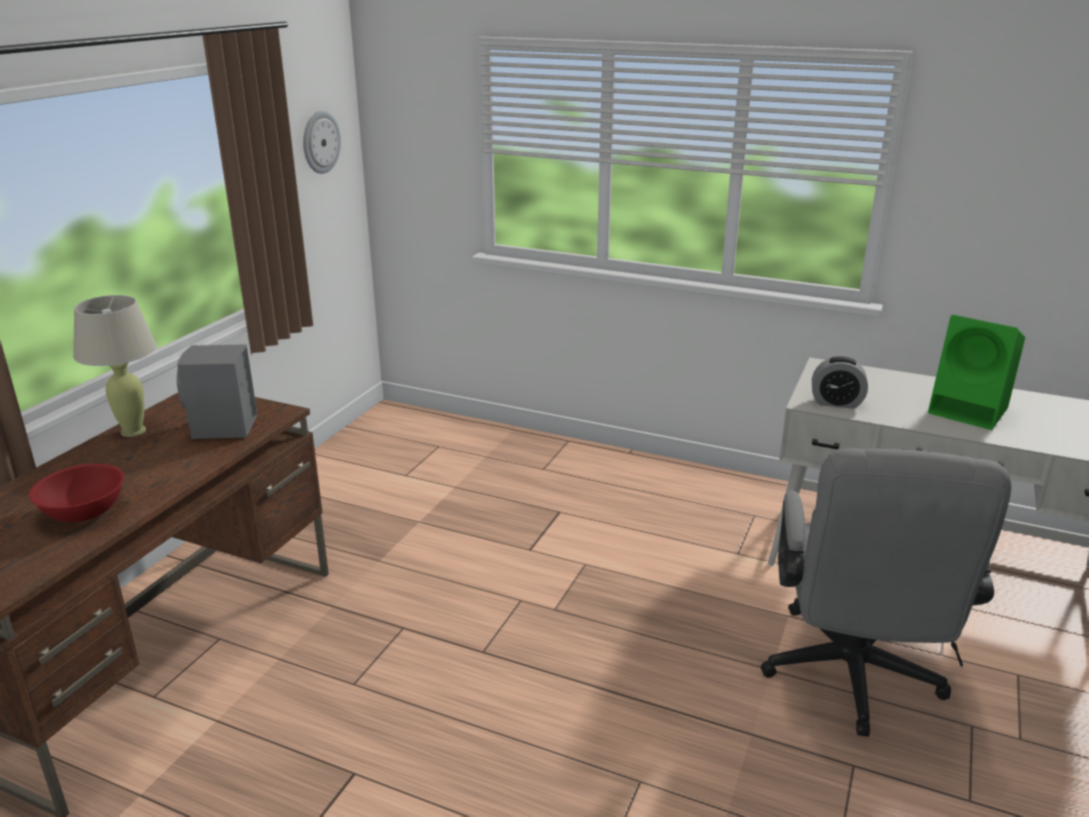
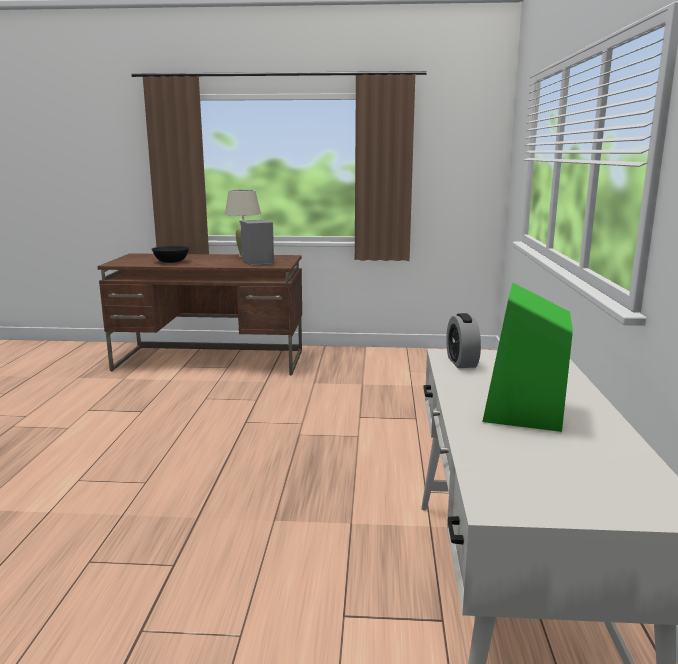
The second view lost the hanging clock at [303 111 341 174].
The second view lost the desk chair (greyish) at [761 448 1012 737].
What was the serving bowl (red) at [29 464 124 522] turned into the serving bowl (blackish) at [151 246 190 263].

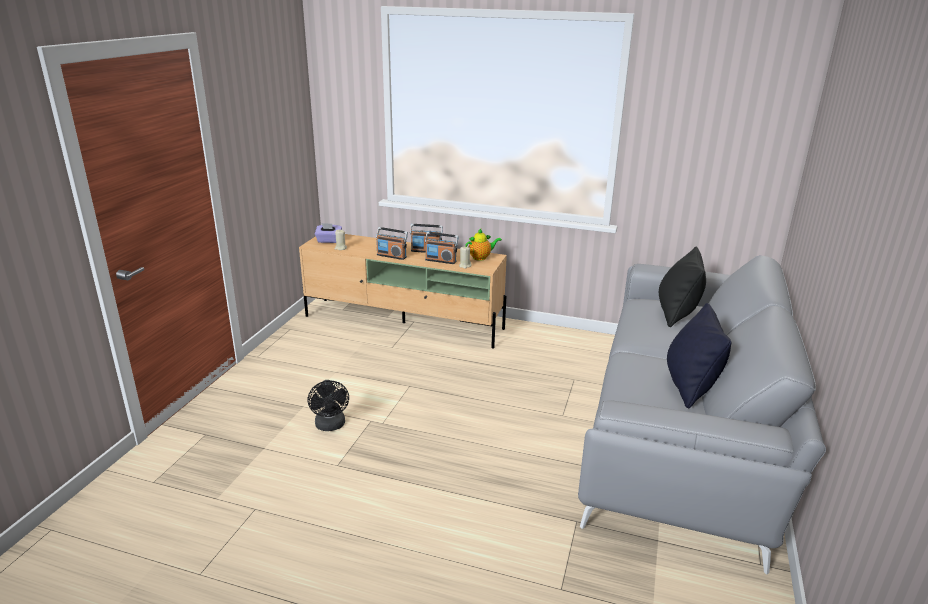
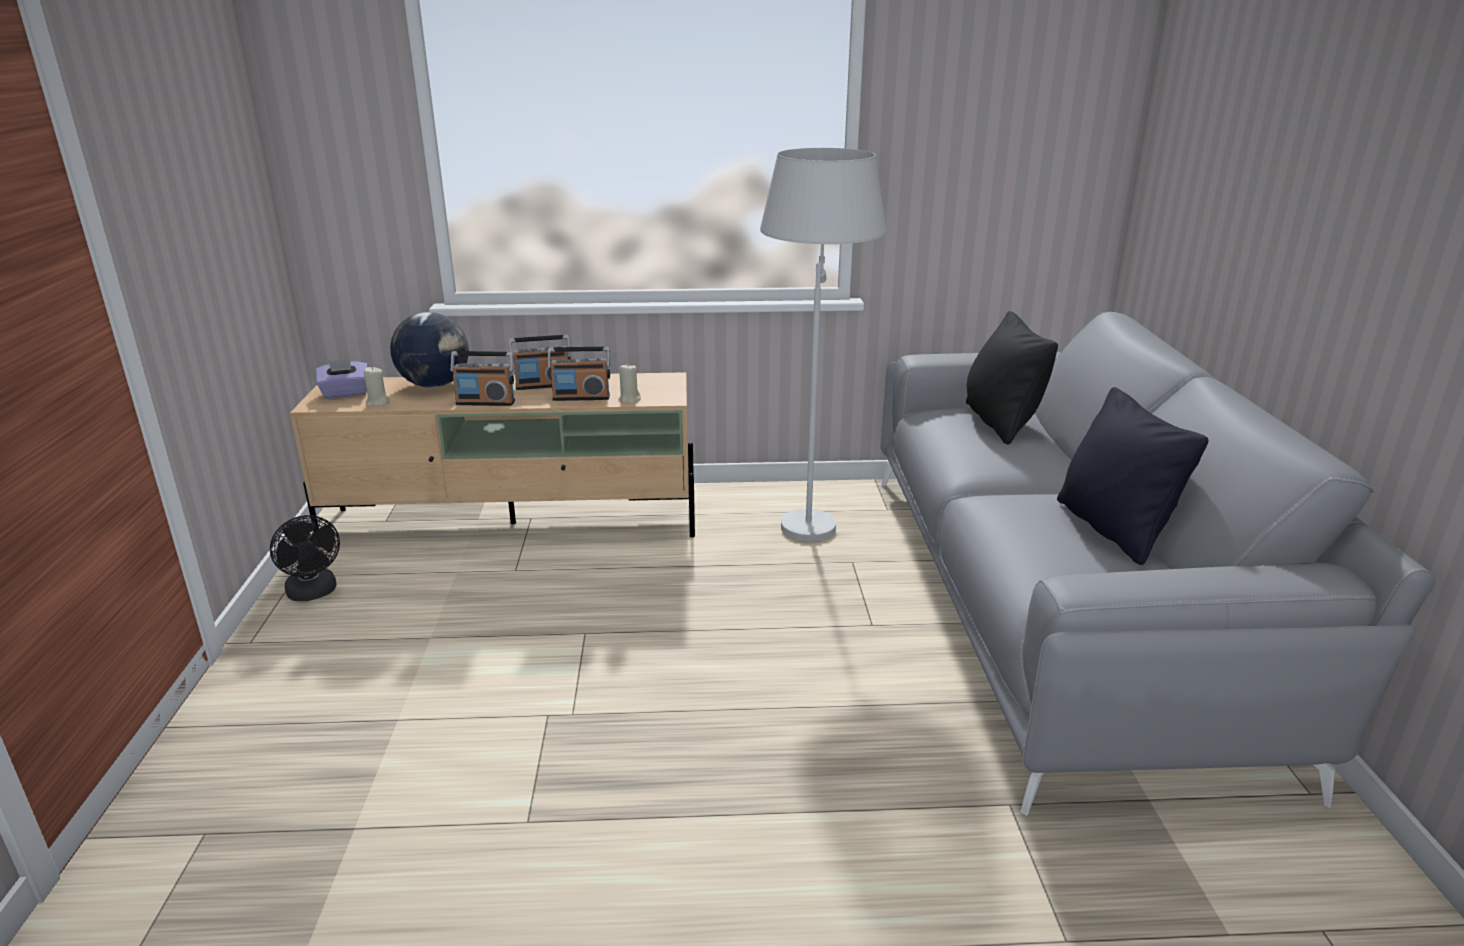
The second view lost the pot for tea at [465 229 502 261].
The electric fan (blackish) ended up elsewhere, having gone from [308 380 349 431] to [270 515 340 601].
The second view gained the standing lamp (white-coloured) at [760 148 887 542].
The second view gained the desk globe at [390 312 469 388].

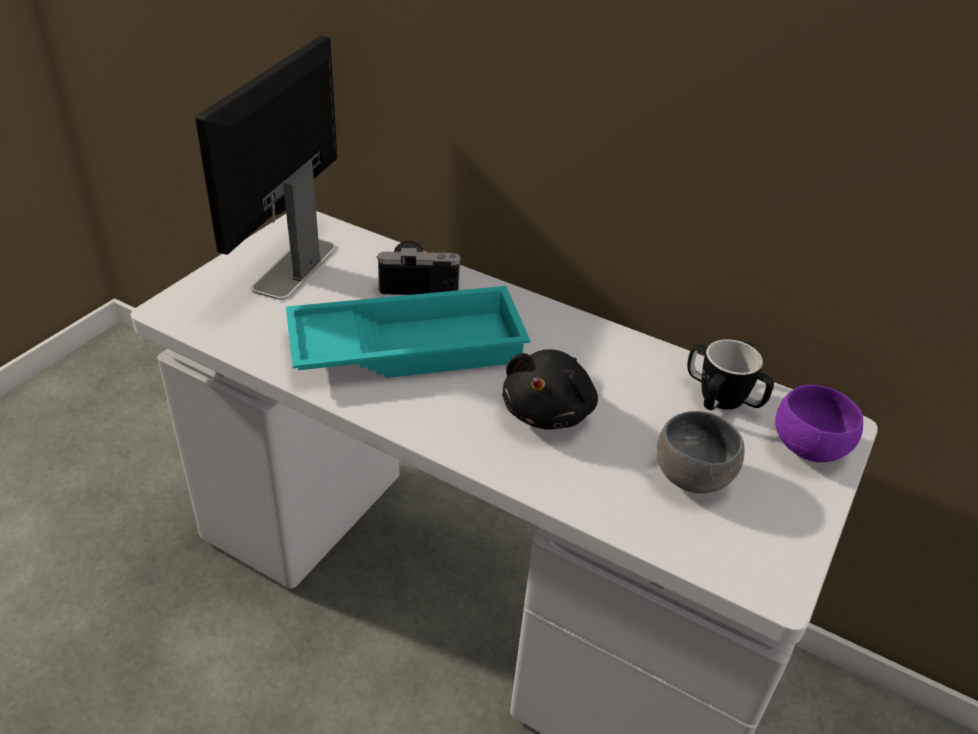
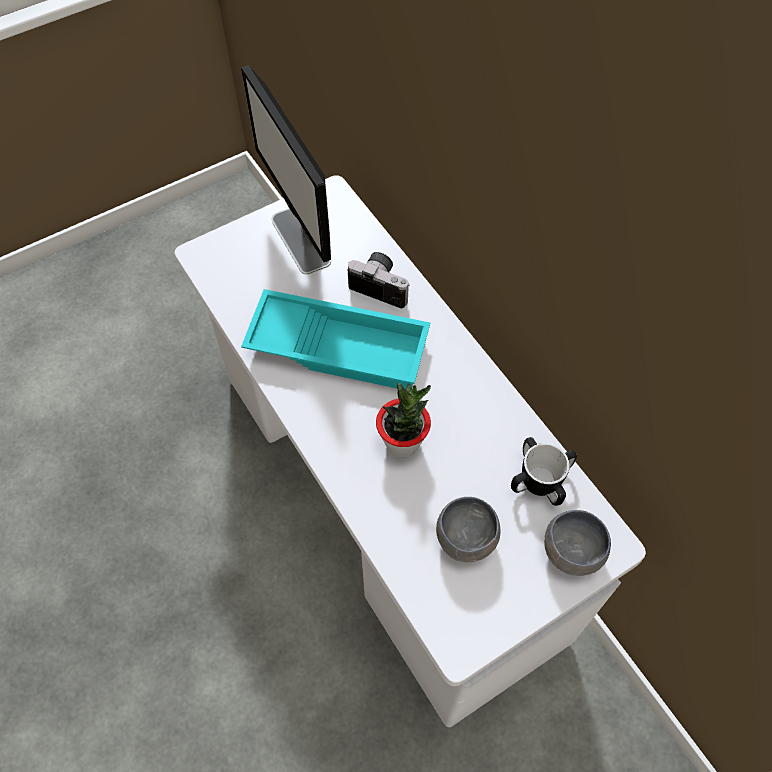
The computer screen at [195 35 337 300] ended up facing another way, 75 degrees counterclockwise from before.
Where the plush toy (blackish) stood at [502 349 598 430], the potted plant came to stand at [376 383 431 457].
What was the serving bowl (purple) at [775 385 863 462] turned into the serving bowl (greyish) at [544 510 611 576].

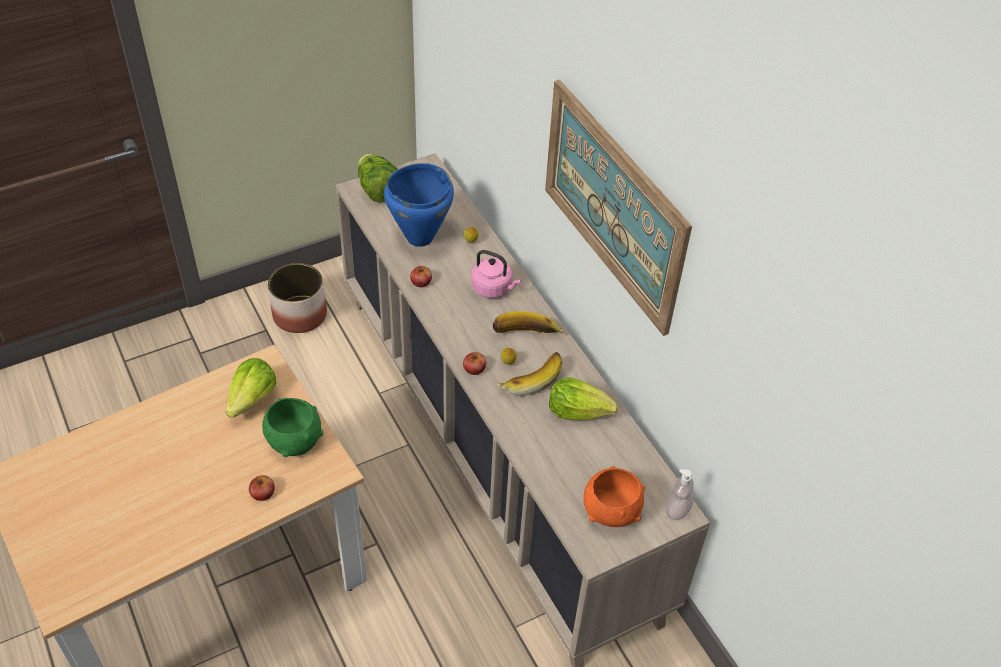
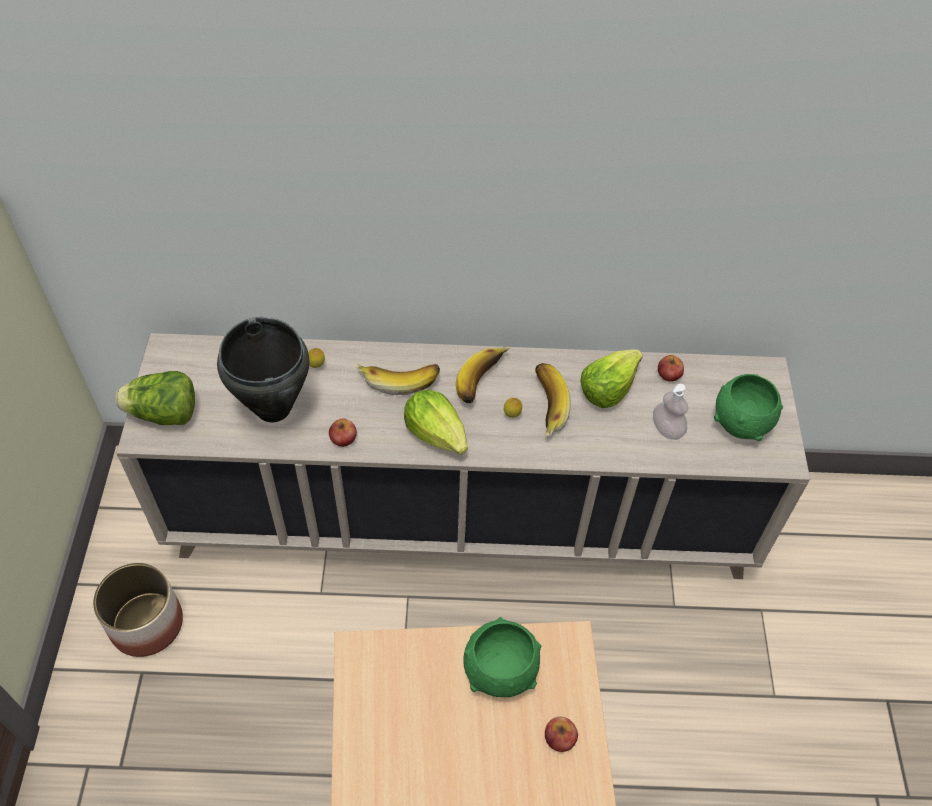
The second view lost the wall art at [545 80 692 336].
What was the cooking pot (blue-coloured) at [384 163 454 247] turned into the cooking pot (blackish) at [217 317 310 422].
Where the kettle (pink-coloured) stood at [471 250 521 298], the banana came to stand at [356 363 440 395].
The whole apple ended up elsewhere, having gone from [463 352 486 375] to [658 355 684 382].
The lettuce ended up elsewhere, having gone from [226 358 277 418] to [404 390 468 455].
What was the serving bowl (orangey) at [583 466 645 527] turned into the serving bowl (green) at [714 374 783 441].
The liquid soap bottle ended up elsewhere, having gone from [666 469 694 520] to [653 384 688 440].

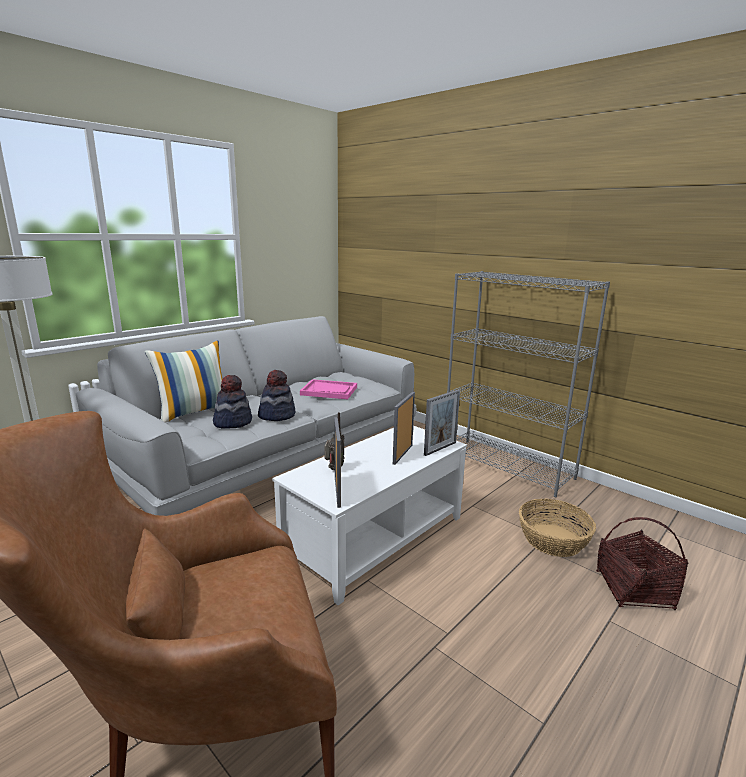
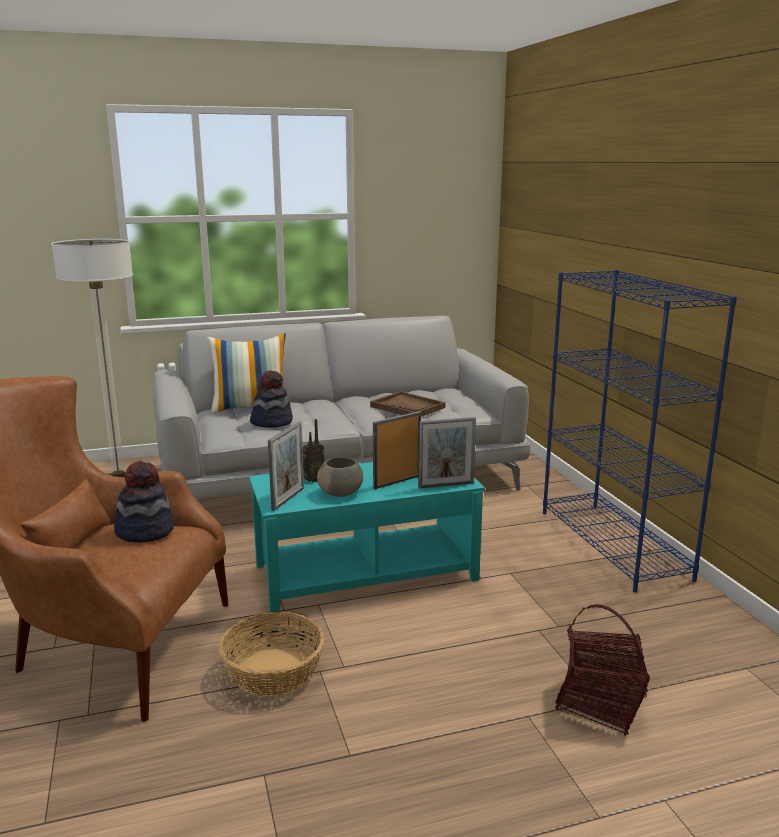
What was the bookcase (greyish) at [447 271 610 497] turned into the bookcase (blue-coloured) at [543 270 737 593].
The hat ended up elsewhere, having gone from [258 370 295 421] to [114 461 174 543].
What was the serving tray (pink-coloured) at [300 379 357 399] turned into the serving tray (brown) at [370 391 445 417].
What was the coffee table (white-coloured) at [272 426 467 605] turned into the coffee table (turquoise-coloured) at [249 462 485 612].
The storage basket ended up elsewhere, having gone from [519 499 596 557] to [219 612 324 697].
The second view gained the serving bowl (greyish) at [317 457 363 497].

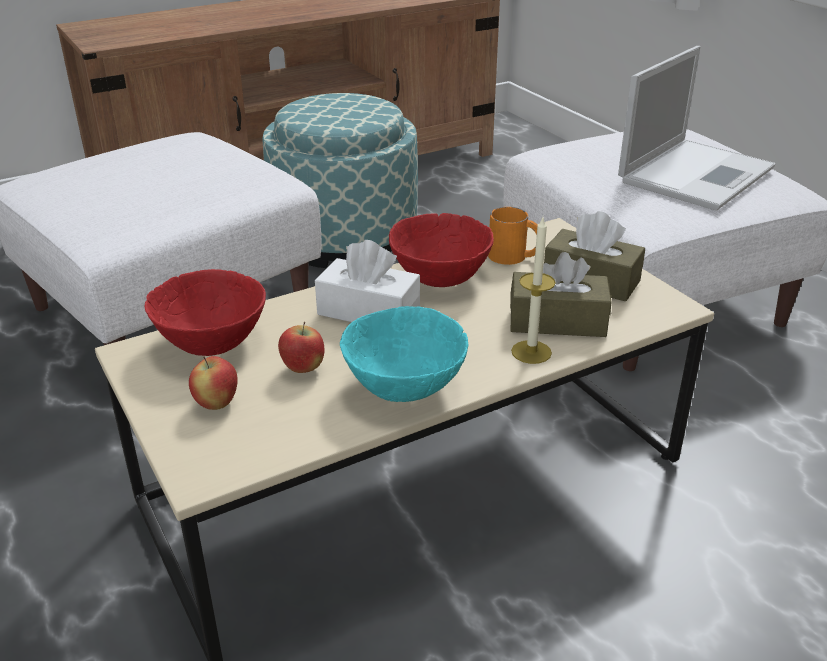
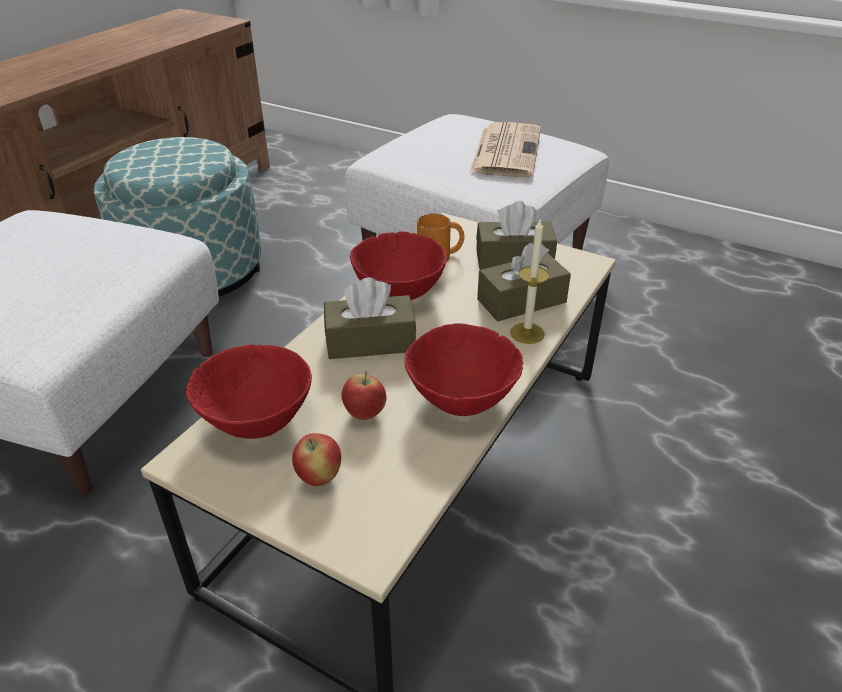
Where the portable computer stood at [618 46 775 211], the printed paper came to stand at [469 122 541 177].
What was the box of tissues (white-coloured) at [315 240 420 322] turned into the box of tissues (brown) at [324 277 416 359].
What was the serving bowl (turquoise-coloured) at [340 306 468 402] turned into the serving bowl (red) at [405 323 523 416].

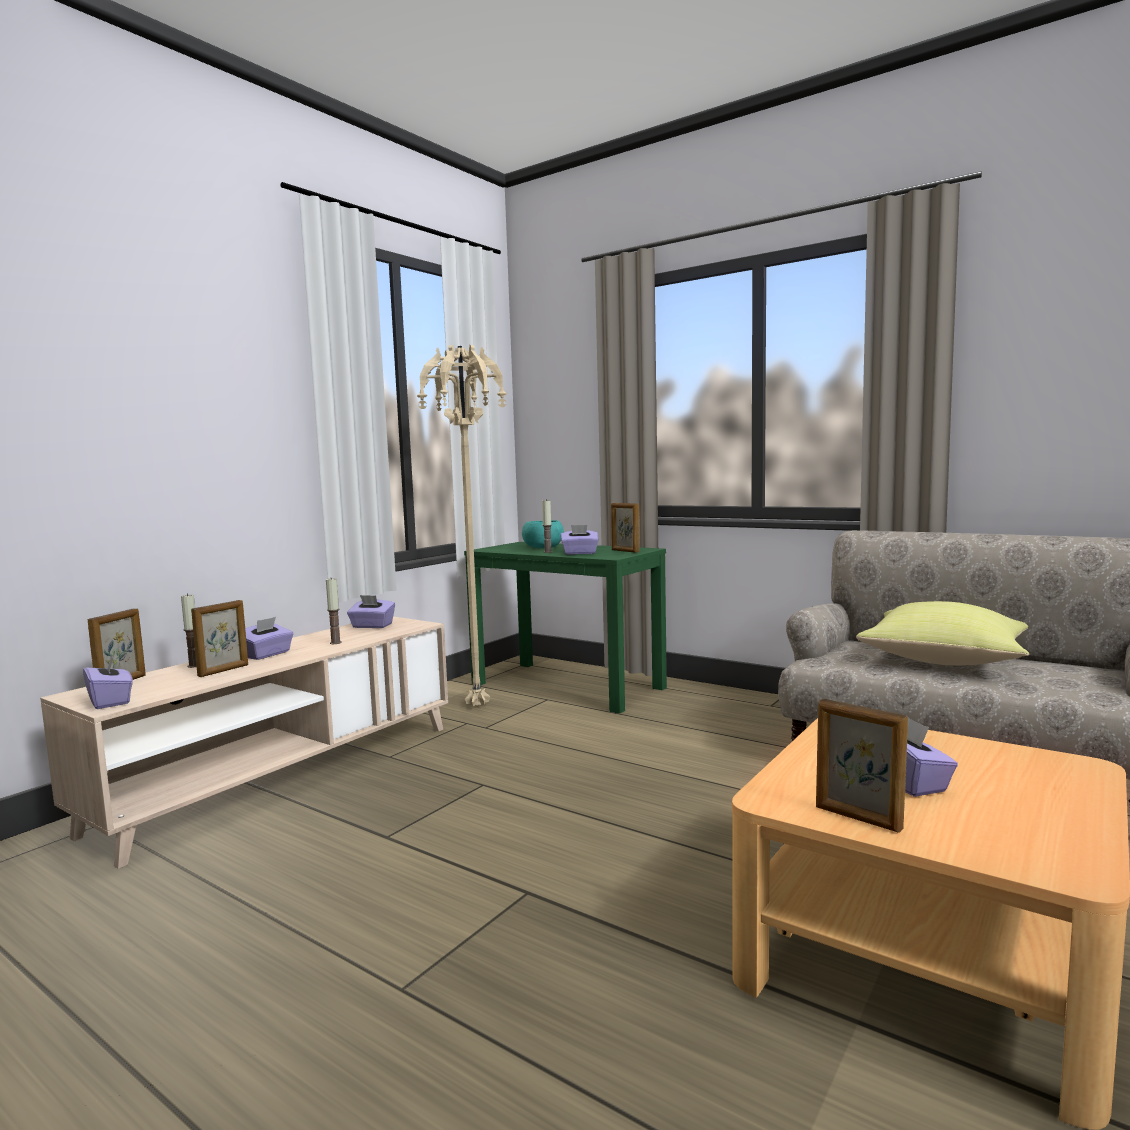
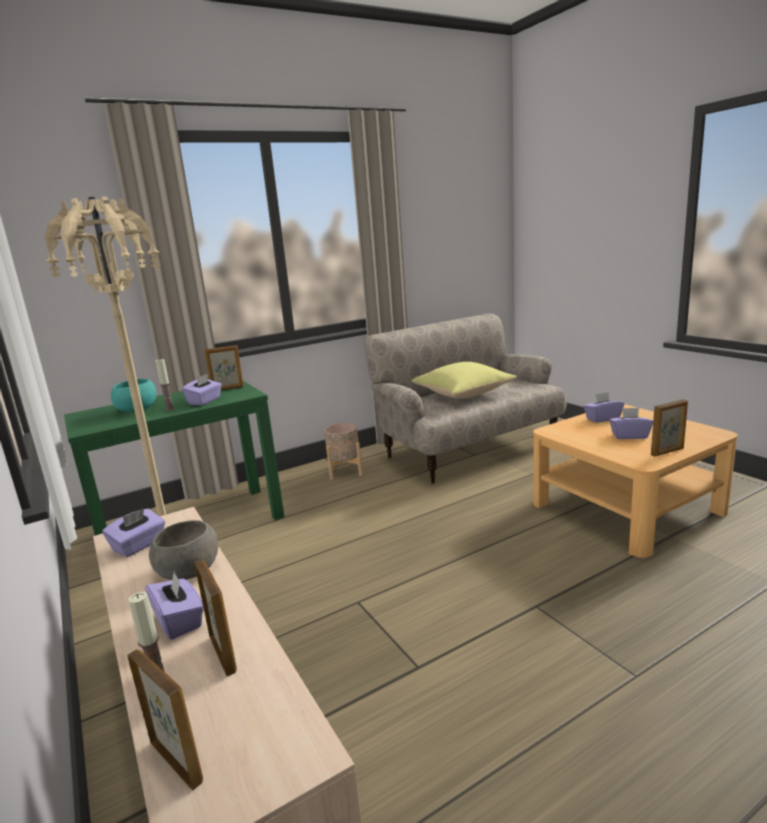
Where the candle stood at [326 578 342 644], the serving bowl (greyish) came to stand at [149 520 218 580].
The box of tissues (purple) ended up elsewhere, having gone from [83 655 133 709] to [583 392 624 423].
The second view gained the plant pot (beige-coloured) at [324 423 363 480].

